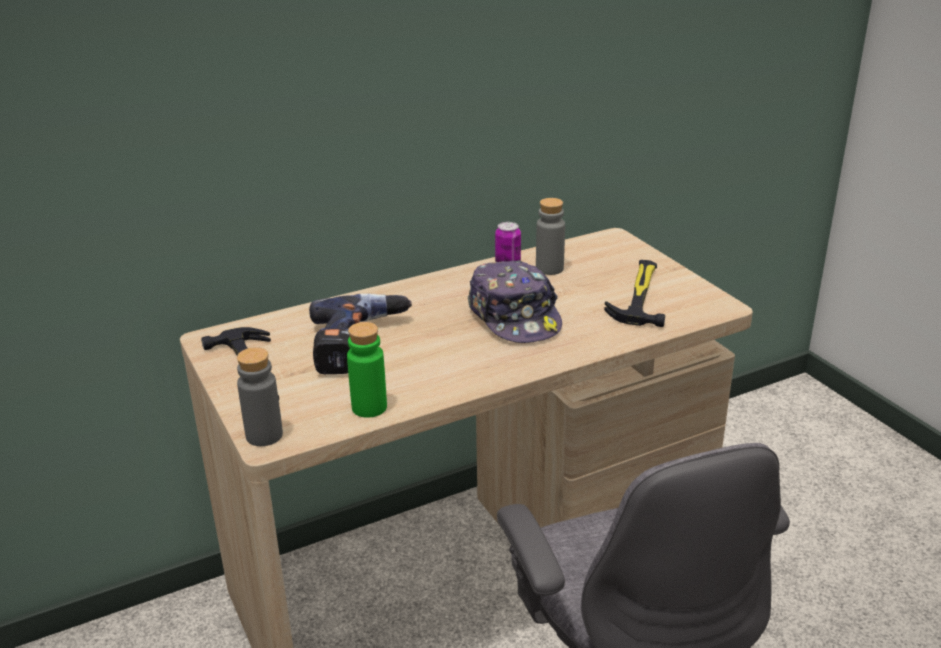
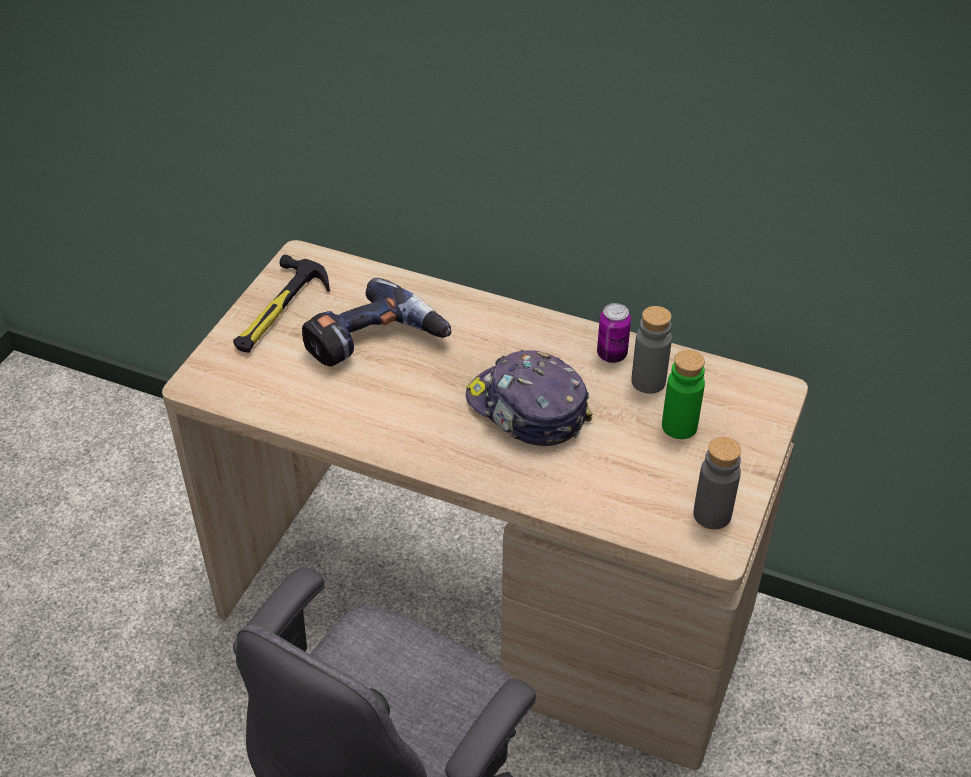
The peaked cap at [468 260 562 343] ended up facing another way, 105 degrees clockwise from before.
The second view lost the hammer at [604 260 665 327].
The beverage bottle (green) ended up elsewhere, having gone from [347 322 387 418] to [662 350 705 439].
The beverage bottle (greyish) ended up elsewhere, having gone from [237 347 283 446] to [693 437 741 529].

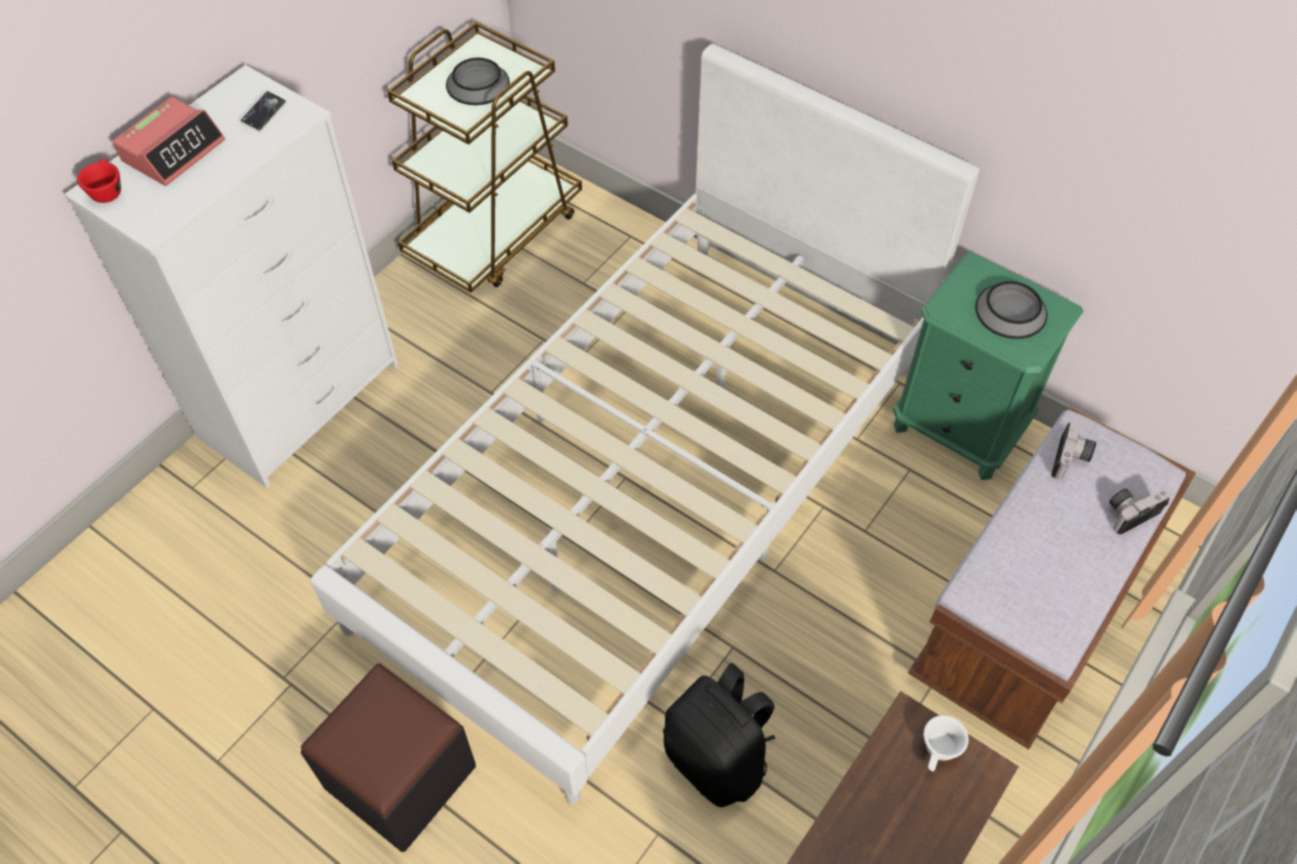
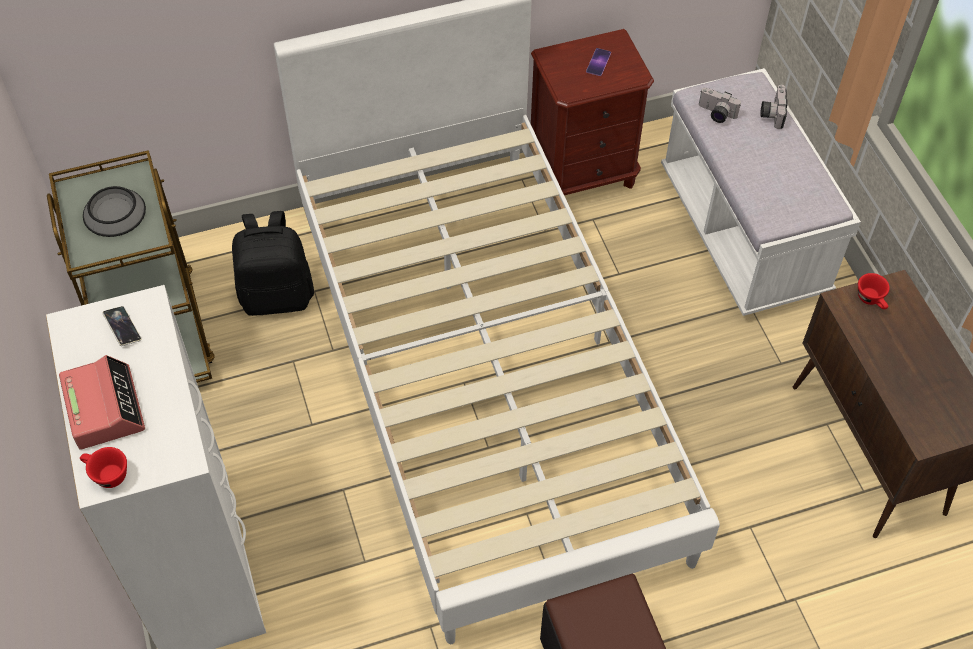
What was the night table (green) at [893 252 1083 480] turned into the night table (brown) at [531 29 654 195].
Where the serving bowl stood at [975 281 1047 339], the phone came to stand at [586 48 611 76].
What was the long seat (brown) at [908 407 1196 750] turned into the long seat (white-coloured) at [661 68 861 316].
The photo camera at [1051 421 1096 480] ended up facing another way, 150 degrees clockwise from before.
The knapsack (blackish) ended up elsewhere, having gone from [663 663 775 807] to [232 211 314 316].
What was the cup (white-coloured) at [923 715 969 772] turned into the cup (red) at [858 273 890 309].

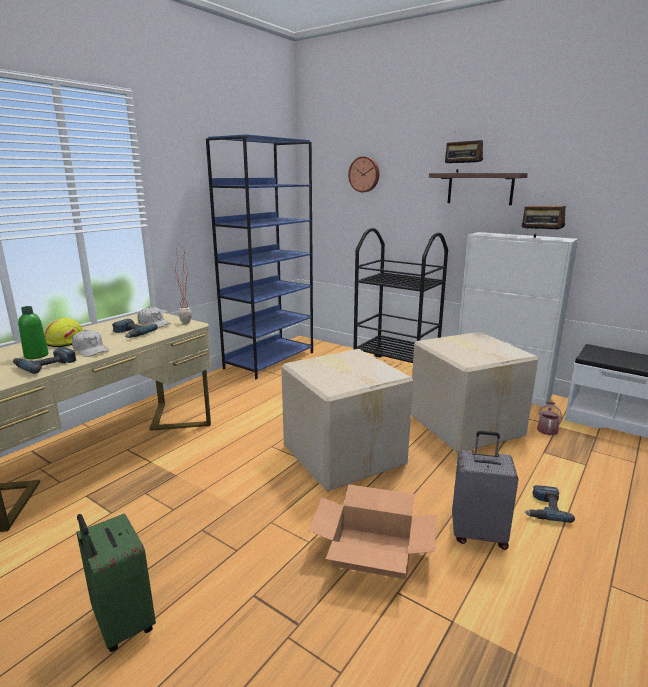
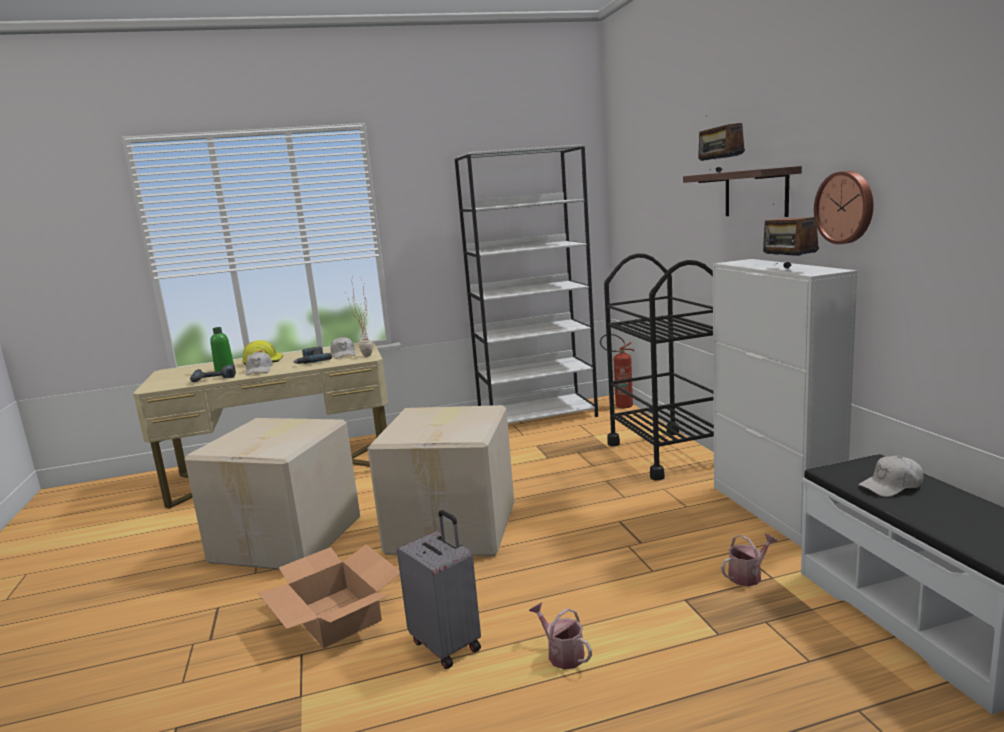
What was the bookcase (blue-coloured) at [206 134 313 380] turned into the bookcase (white-coloured) at [455 144 598 424].
The hanging clock ended up elsewhere, having gone from [348 156 379 192] to [814 171 873 244].
The cardboard box ended up elsewhere, having gone from [411 332 538 453] to [184 418 360 570].
Where the electric drill stood at [524 485 575 523], the sprinkling can came to stand at [529 602 592 669].
The second view lost the suitcase (green) at [76 513 156 652].
The second view gained the extinguisher at [600 334 635 408].
The second view gained the peaked cap (white-coloured) at [858 456 923 497].

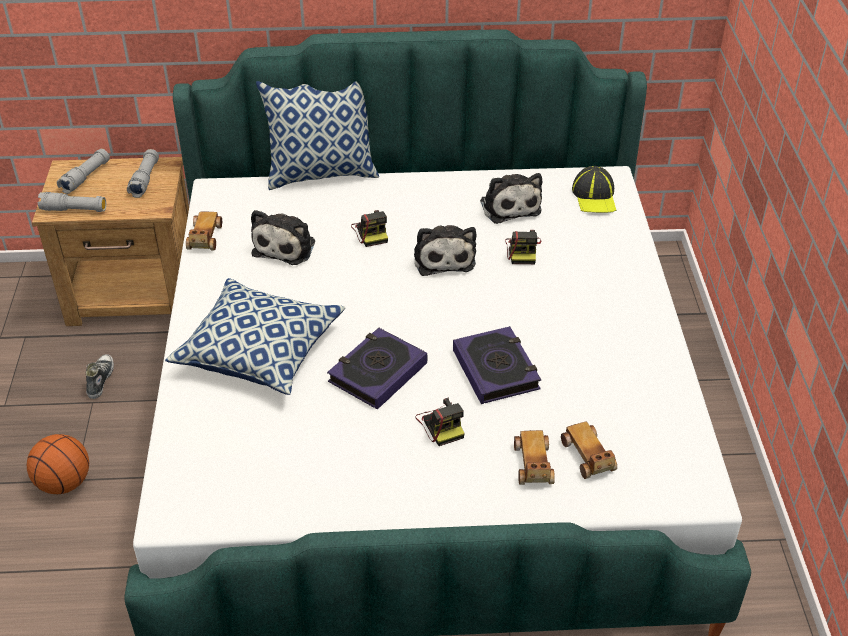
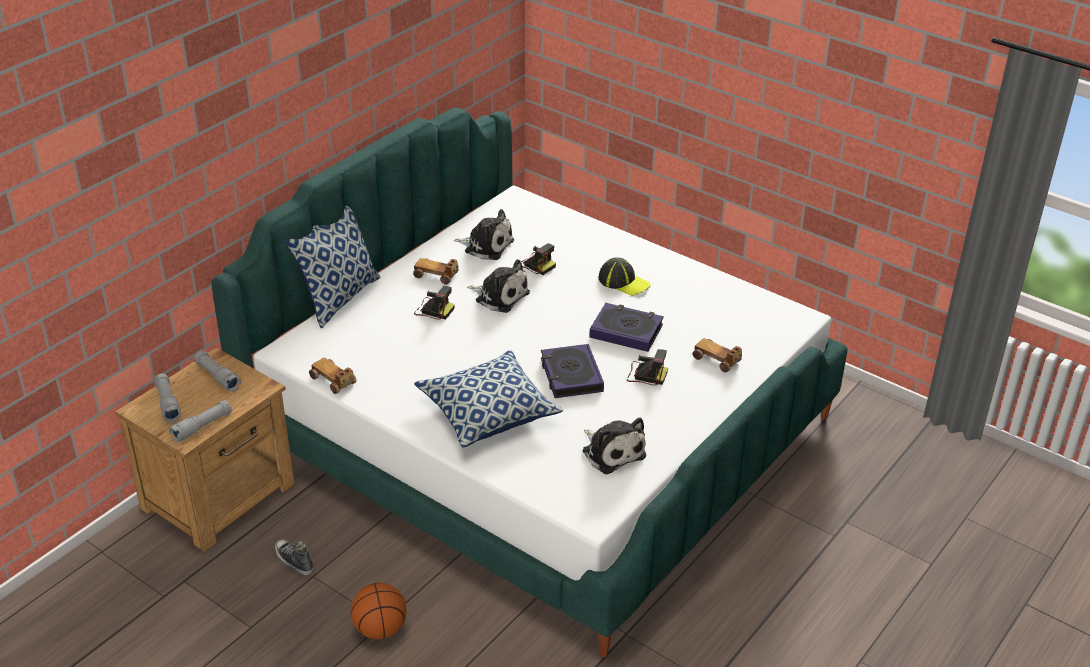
The peaked cap ended up elsewhere, having gone from [572 166 616 213] to [599 257 651 296].
The plush toy ended up elsewhere, having gone from [251 210 315 265] to [583 417 646 475].
The model car ended up elsewhere, having gone from [561 421 617 479] to [413 258 458 285].

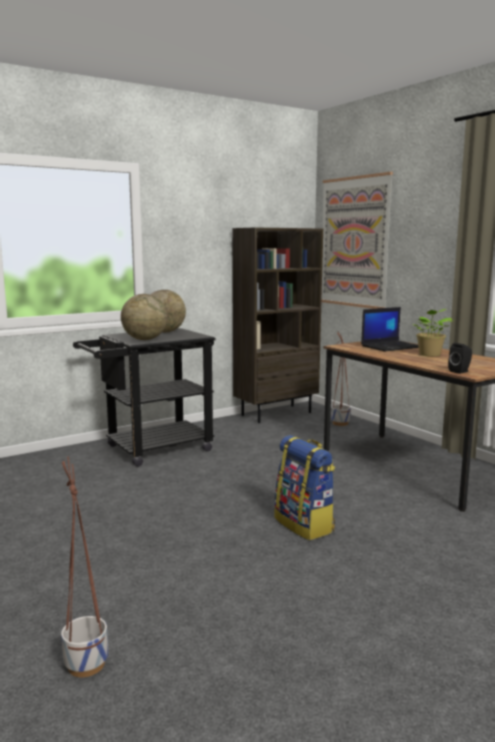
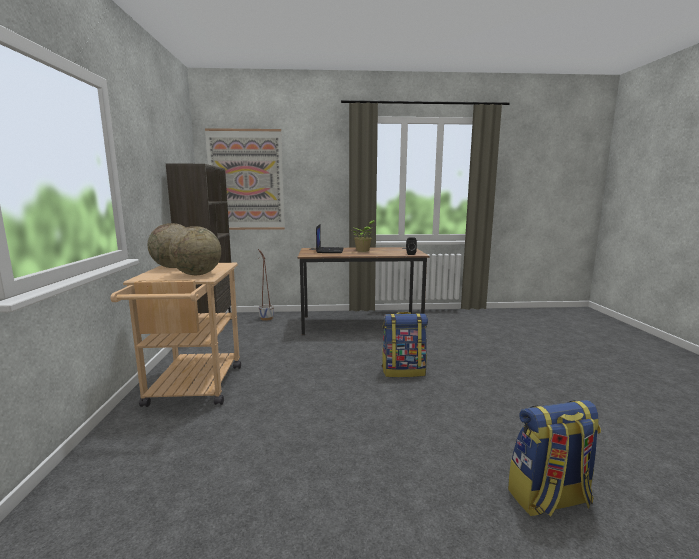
What was the wheeled cart (blackish) at [73 328 216 467] turned into the wheeled cart (beige-coloured) at [110 263 241 407].
Where the plant pot stood at [61 456 108 677], the knapsack came to stand at [508 400 601 516].

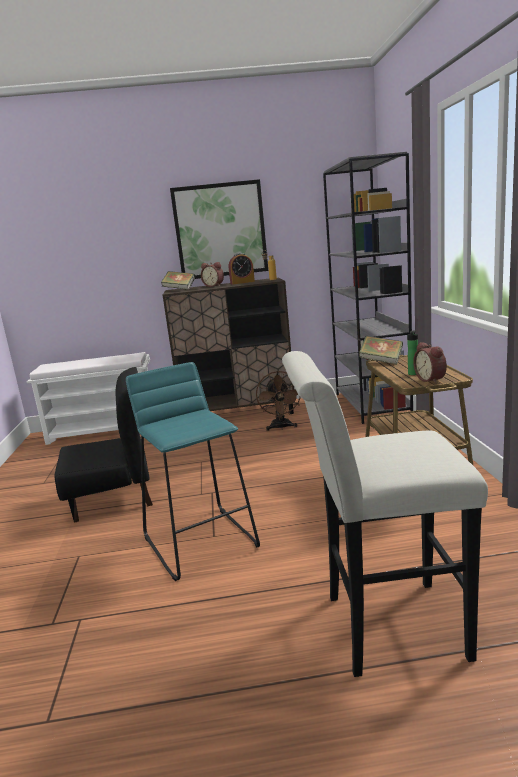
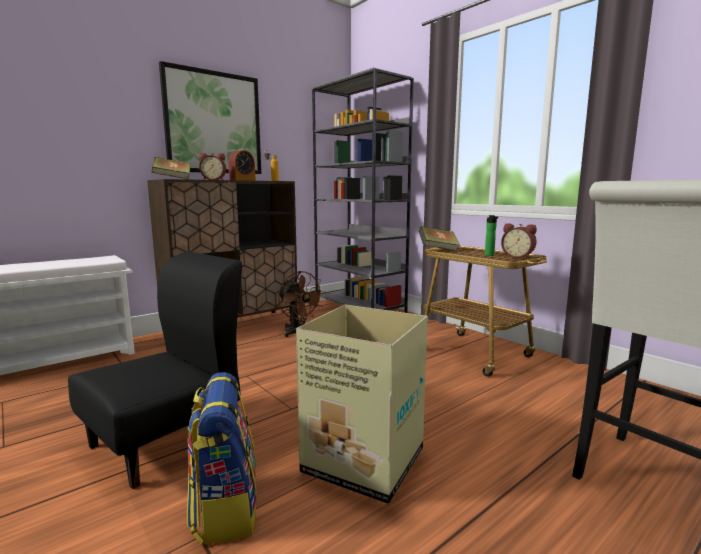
Where the stool seat (turquoise-coloured) stood at [126 362 260 581], the cardboard box came to stand at [296 304 428 504].
The second view gained the knapsack at [187 372 257 545].

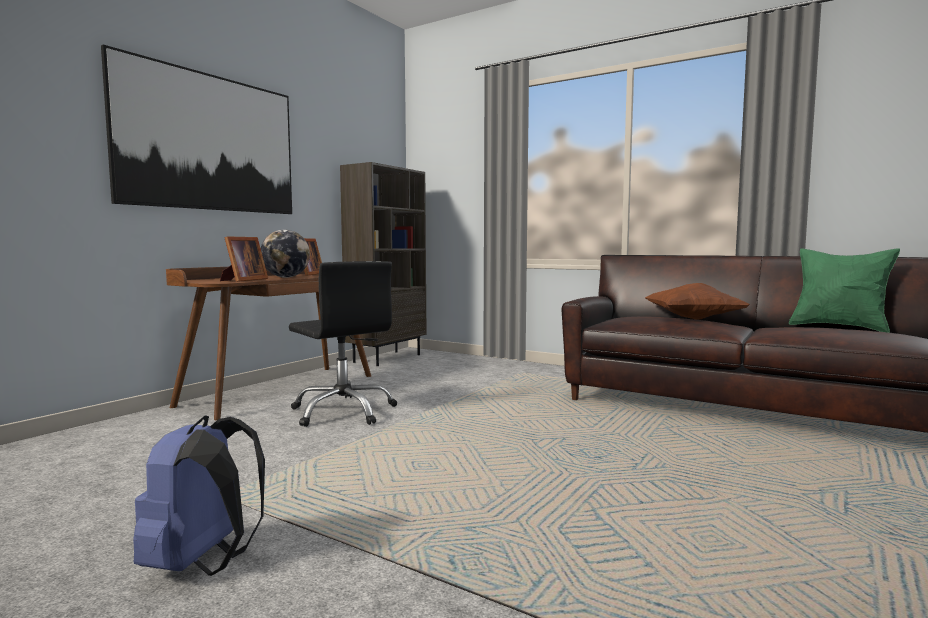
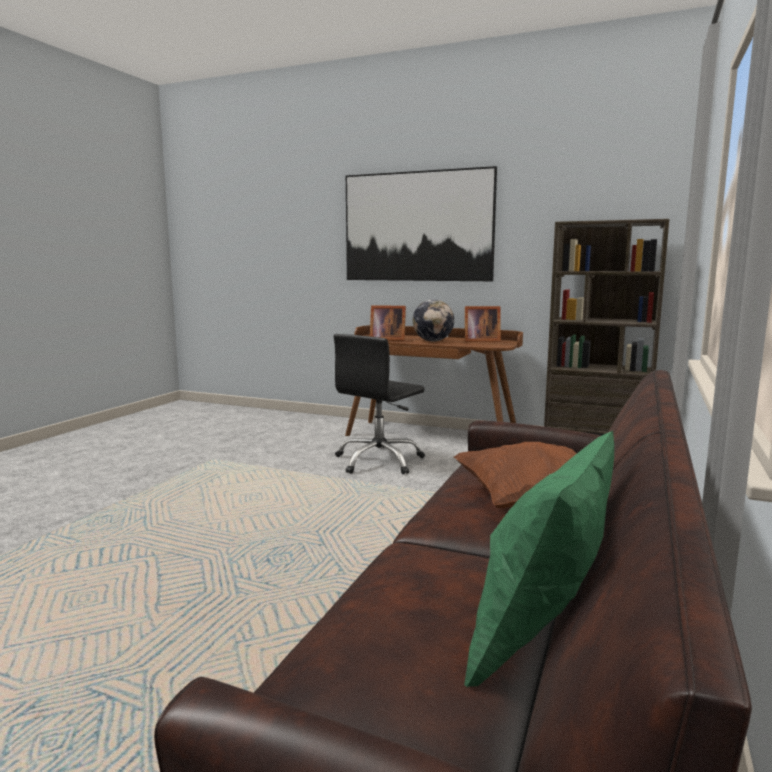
The second view lost the knapsack (blue-coloured) at [133 415 265 576].

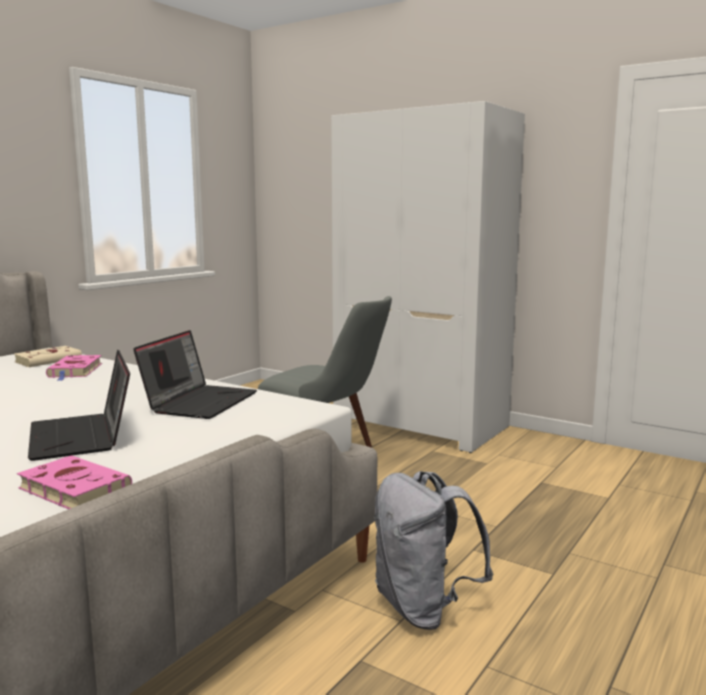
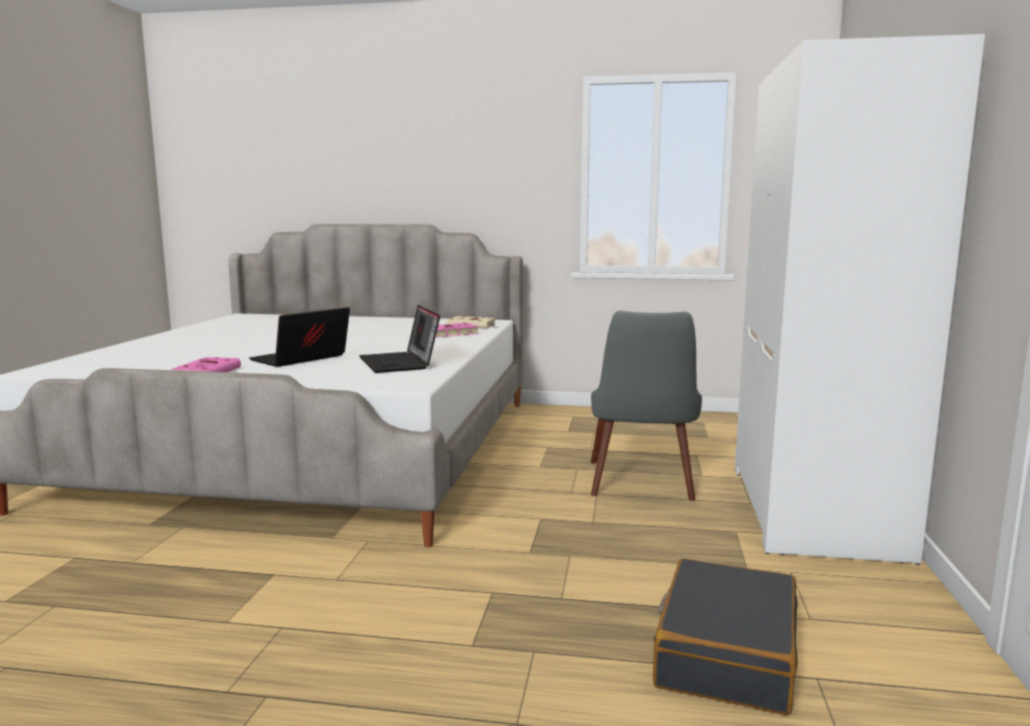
The portable computer at [133 330 257 419] ended up facing another way, 75 degrees clockwise from before.
The second view lost the knapsack (greyish) at [374 471 493 630].
The second view gained the suitcase (blackish) at [653 558 798 715].

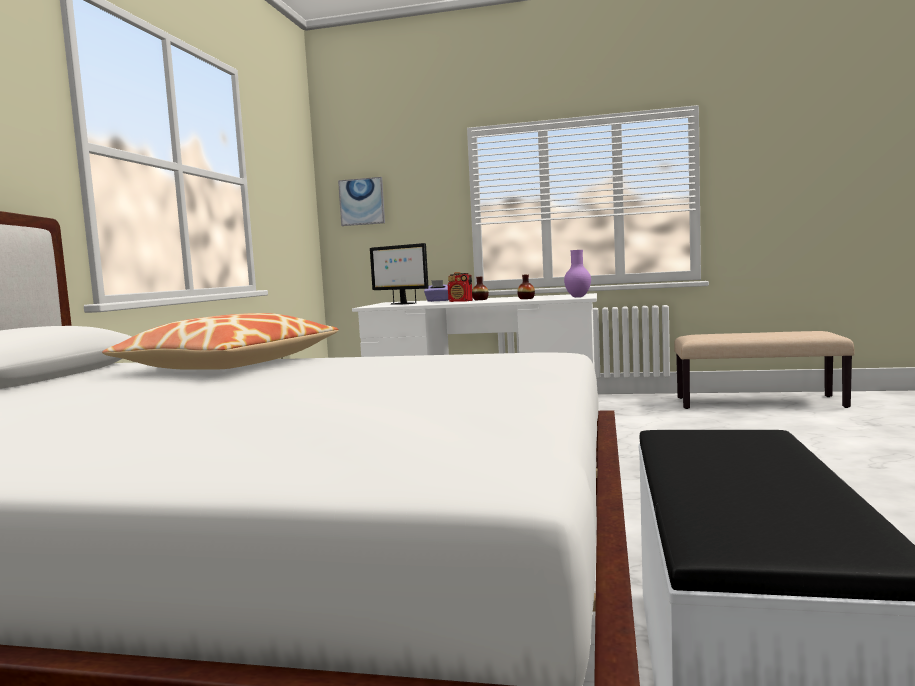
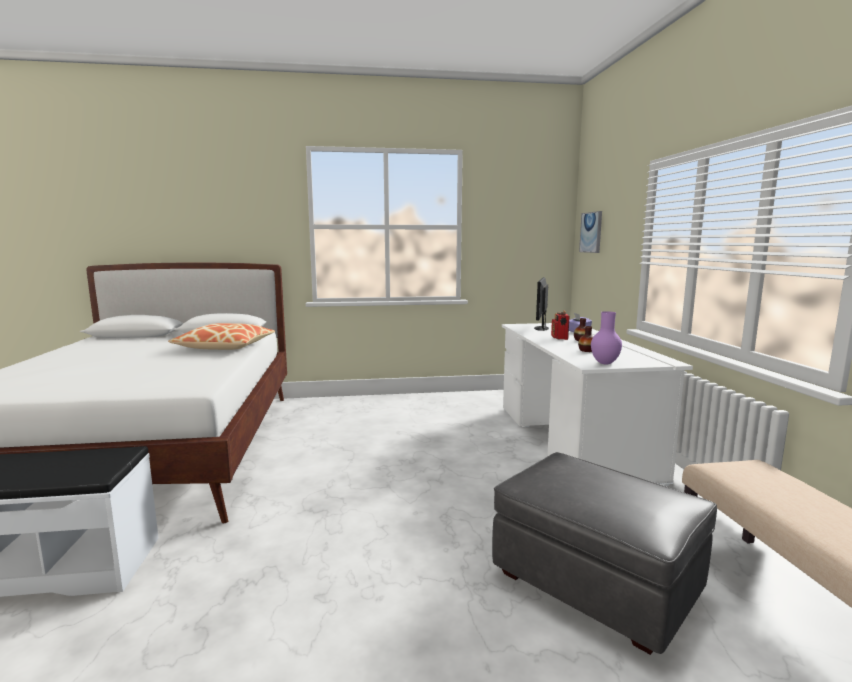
The second view gained the pouffe (greyish) at [492 452 717 655].

